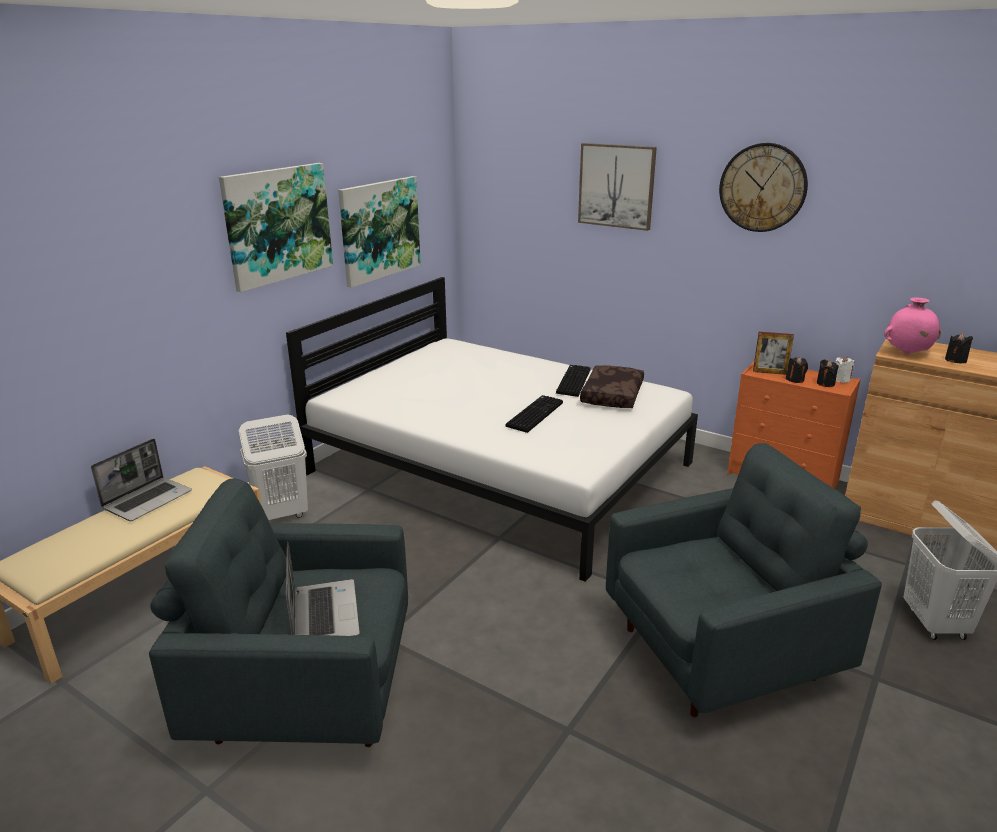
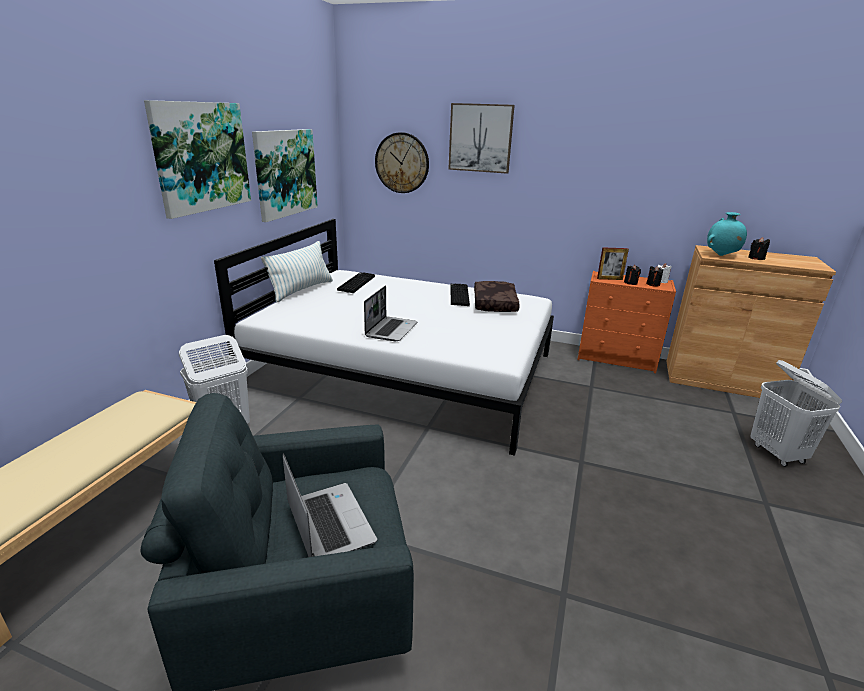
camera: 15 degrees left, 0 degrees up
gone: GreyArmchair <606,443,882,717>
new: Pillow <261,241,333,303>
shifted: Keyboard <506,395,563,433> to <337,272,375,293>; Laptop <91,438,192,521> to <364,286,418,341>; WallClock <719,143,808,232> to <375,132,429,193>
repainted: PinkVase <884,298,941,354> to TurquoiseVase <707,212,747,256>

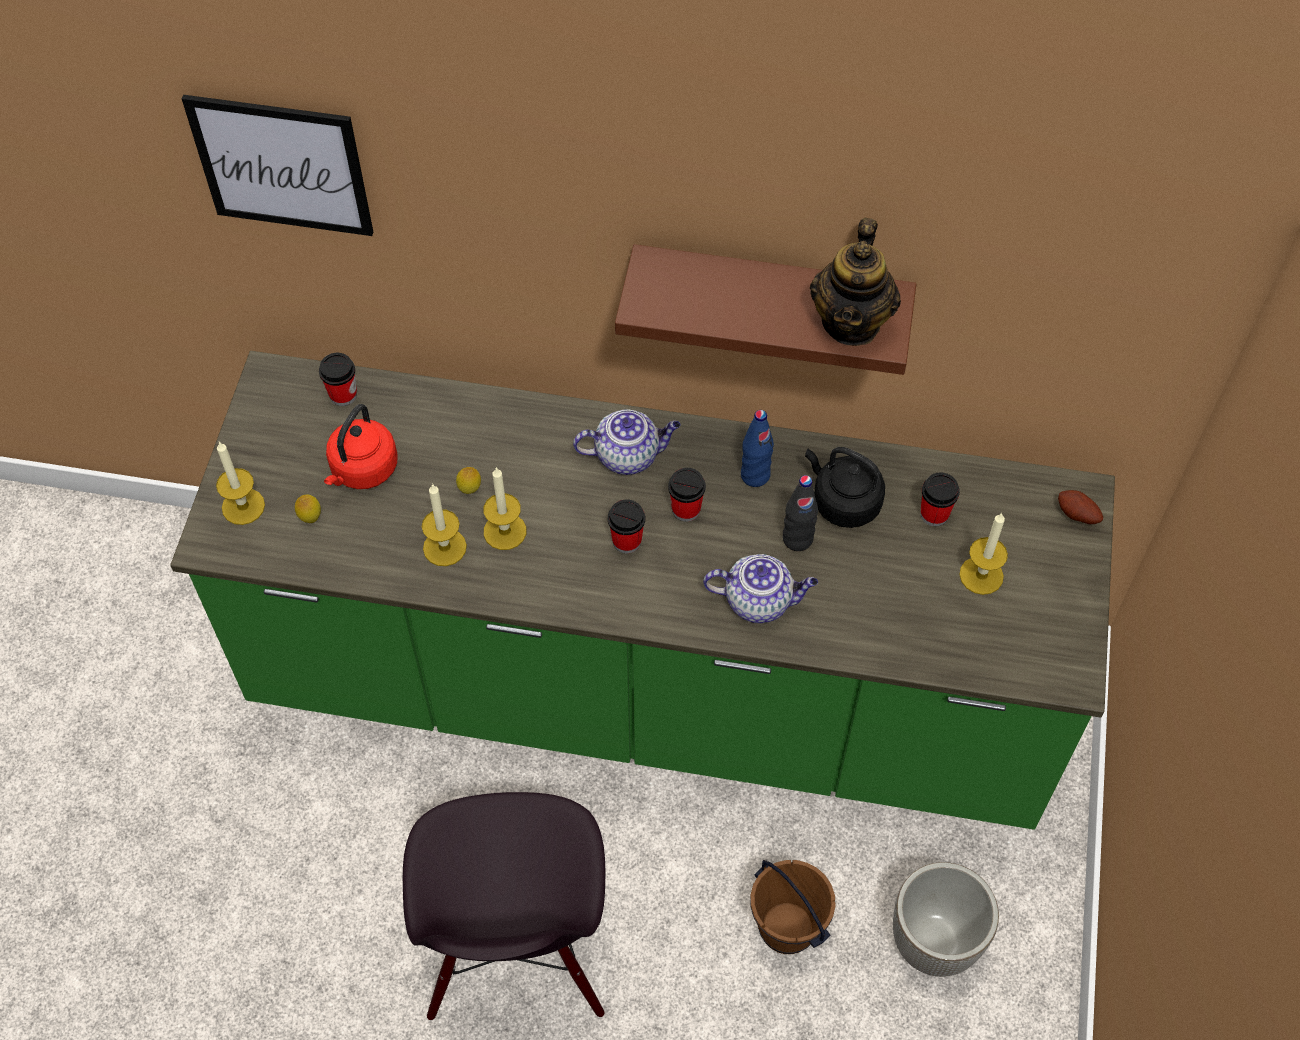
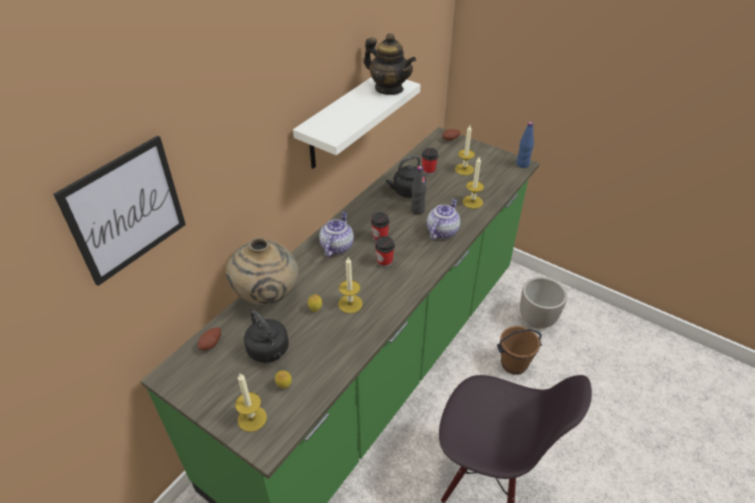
camera: 65 degrees left, 15 degrees down
new: BeigeVase <226,238,298,305>
shifted: Candle <422,483,467,566> to <463,157,484,209>; BlueBottle <741,410,774,487> to <516,122,534,168>
swapped: Cup <319,353,357,406> to Potato <198,327,221,350>
repainted: RedKettle <324,404,398,489> to BlackKettle <244,310,289,363>; BrownShelf <615,244,916,375> to WhiteShelf <293,77,421,169>

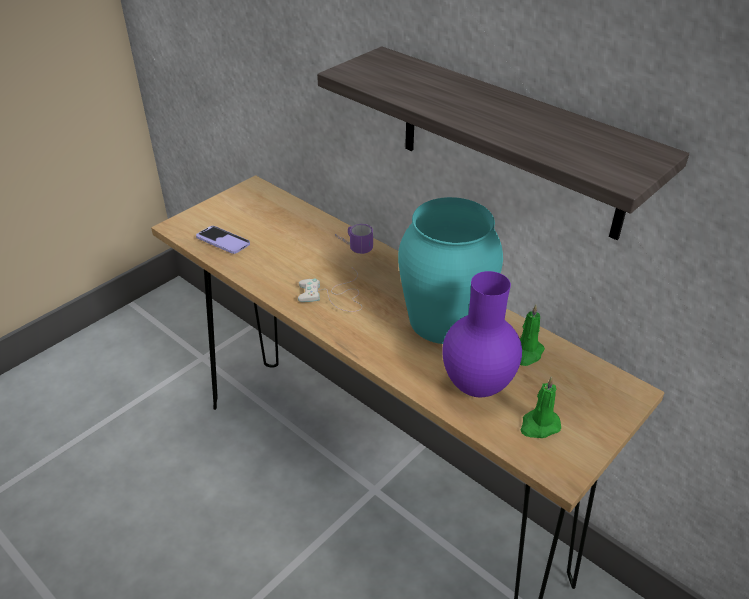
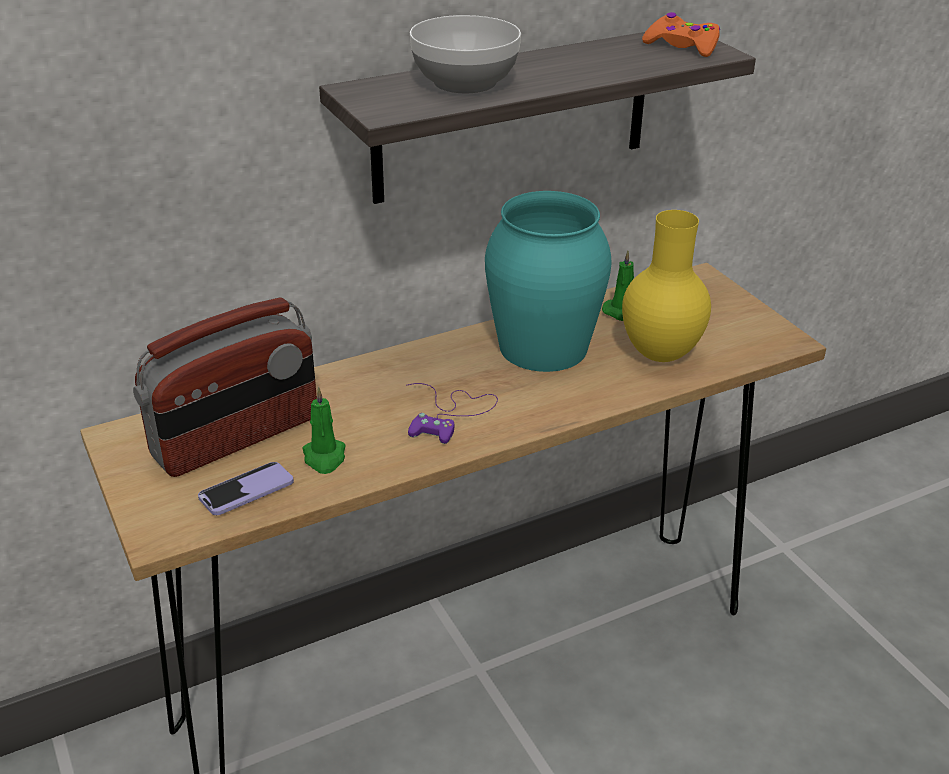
camera: 70 degrees left, 5 degrees down
gone: Mug <335,224,373,254>
new: Radio <133,298,317,477>; Bowl <410,15,521,93>; OrangeGameController <642,12,720,57>
shifted: GreenCandle <521,376,561,438> to <302,387,346,474>
repainted: WhiteGameController <298,268,362,312> to PurpleGameController <406,383,498,444>; PurpleVase <442,271,522,397> to YellowVase <622,210,711,362>

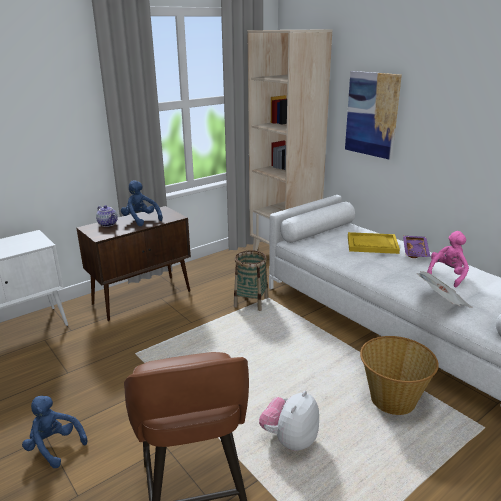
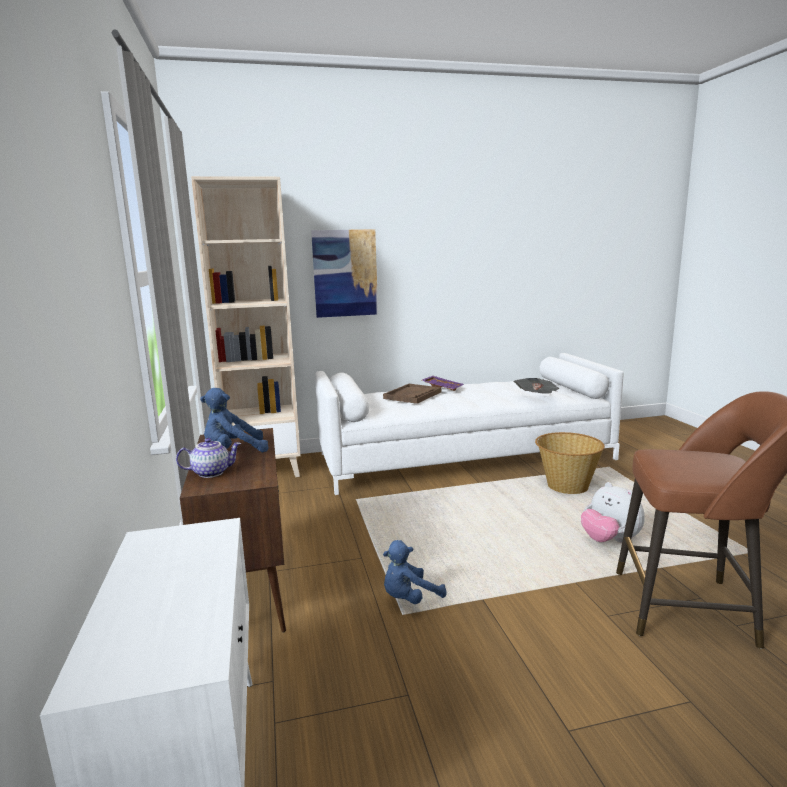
camera: 65 degrees left, 10 degrees down
gone: Basket <234,250,268,311>; PinkPlushToy <427,231,469,287>
shifted: BluePlushToy <22,396,87,468> to <383,540,447,604>
repainted: YellowTray <348,232,400,254> to BrownTray <383,384,441,404>

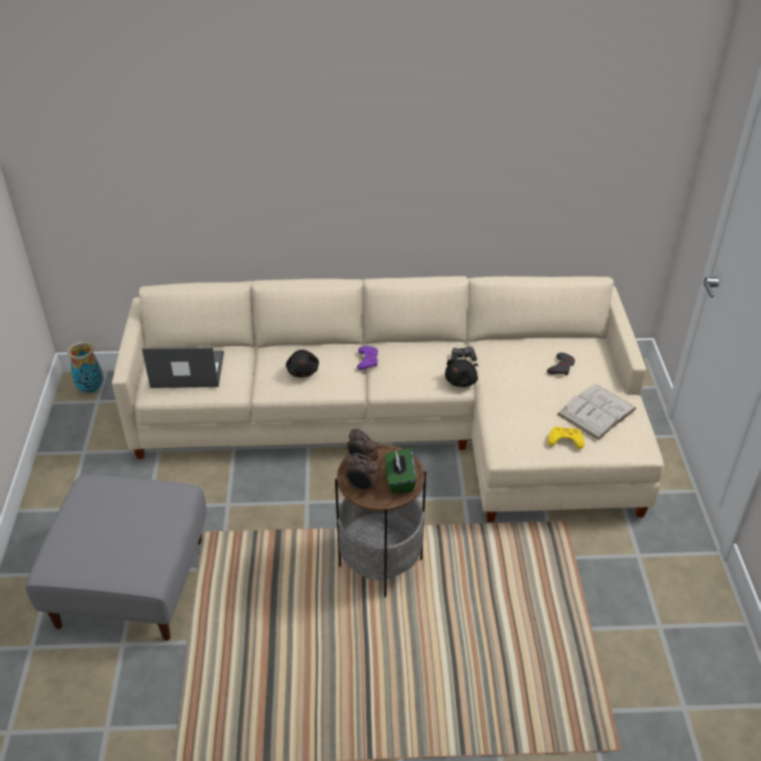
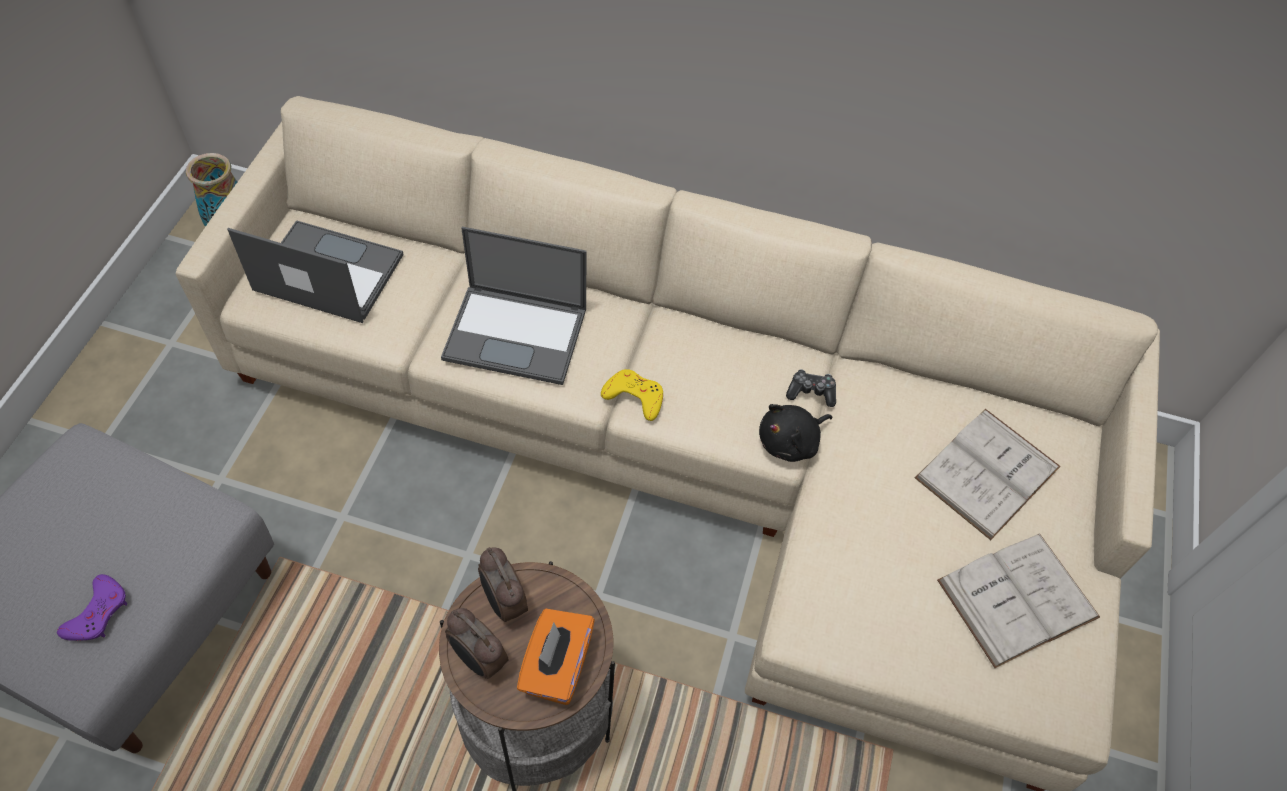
camera: 15 degrees right, 15 degrees up
shifted: PurpleGameController <357,346,378,370> to <57,574,128,641>; YellowGameController <548,427,584,449> to <601,369,663,421>
swapped: BlackPlushToy <286,350,319,377> to Laptop <441,227,586,385>; GreyGameController <547,353,575,375> to WhiteBook <915,409,1061,540>
repainted: GreenTissueBox <385,448,416,493> to OrangeTissueBox <517,609,595,705>

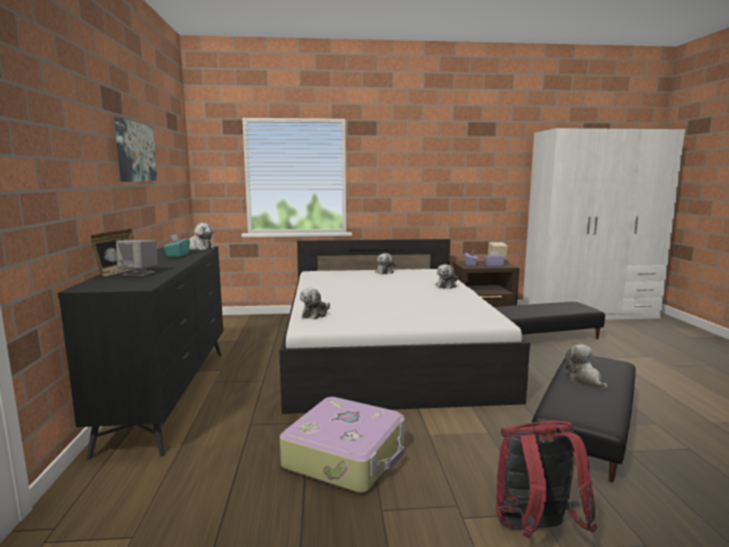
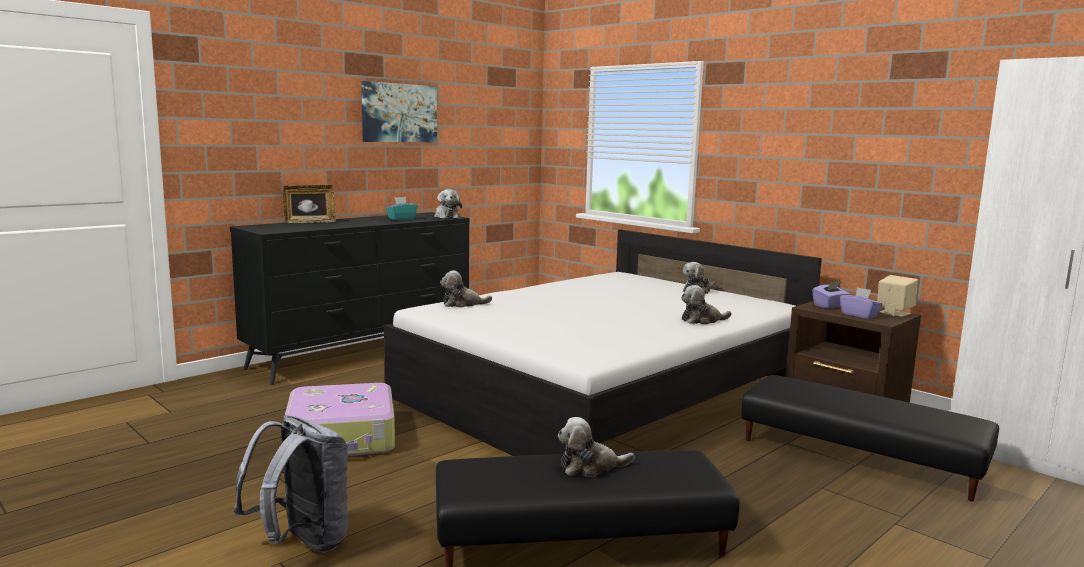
camera: 50 degrees right, 0 degrees up
gone: GreySpeaker <116,240,158,276>
repainted: RedBackpack <496,420,597,538> to GreyBackpack <234,415,349,552>
rotated: PlushToy <565,345,608,390> = <558,417,635,477> 135 degrees counterclockwise

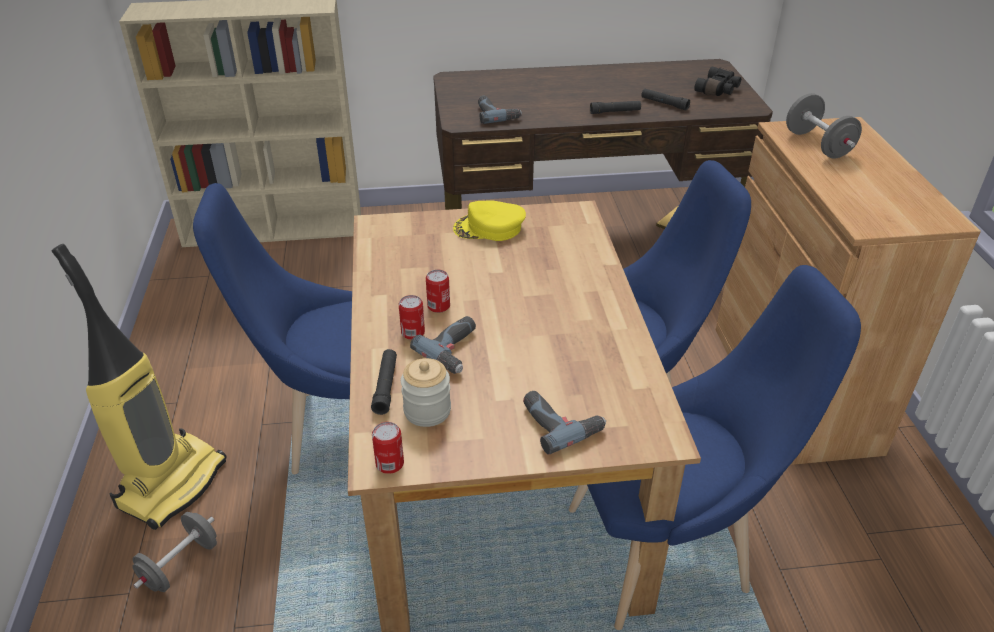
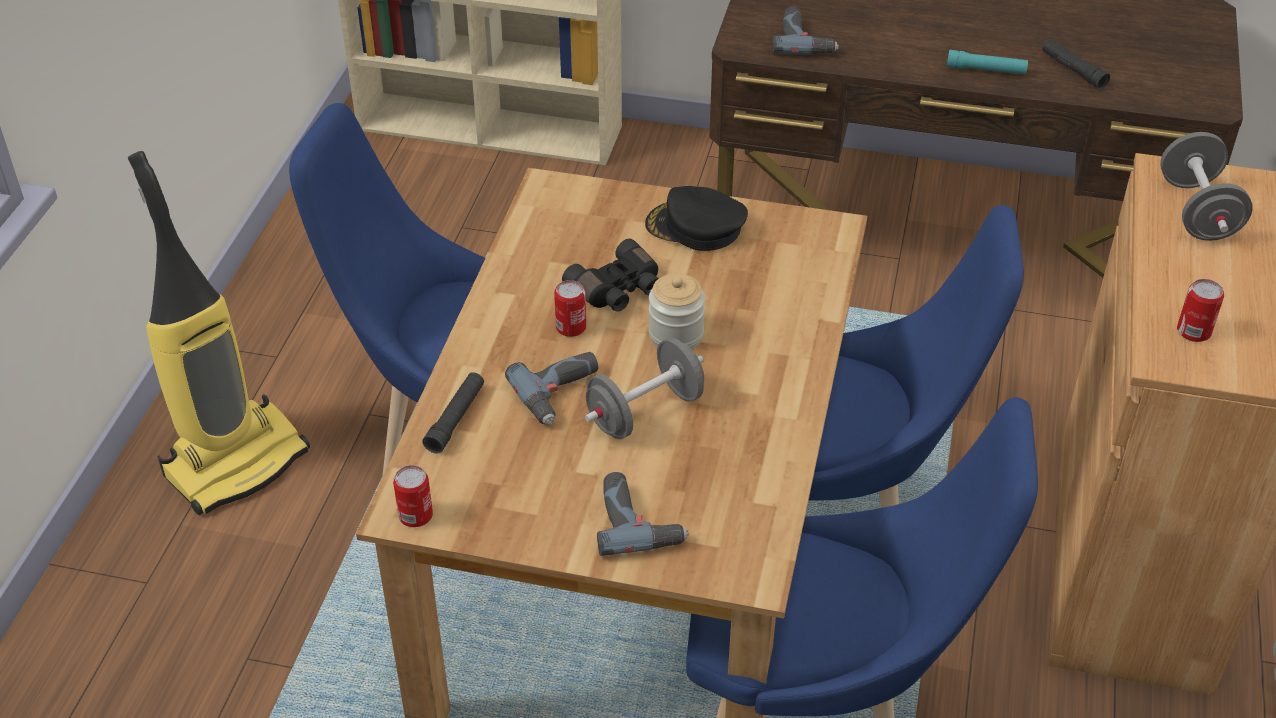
camera: 20 degrees right, 5 degrees up
shifted: BlackBinoculars <694,67,741,96> to <562,239,659,312>; GreyDumbbell <132,512,217,592> to <585,338,704,439>; Jar <401,358,451,427> to <649,273,705,349>; Can <399,295,425,340> to <1177,279,1224,342>
repainted: YellowCap <453,200,526,241> to BlackCap <645,186,748,251>; BlackFlashlight <590,101,641,114> to TurquoiseFlashlight <947,50,1028,75>

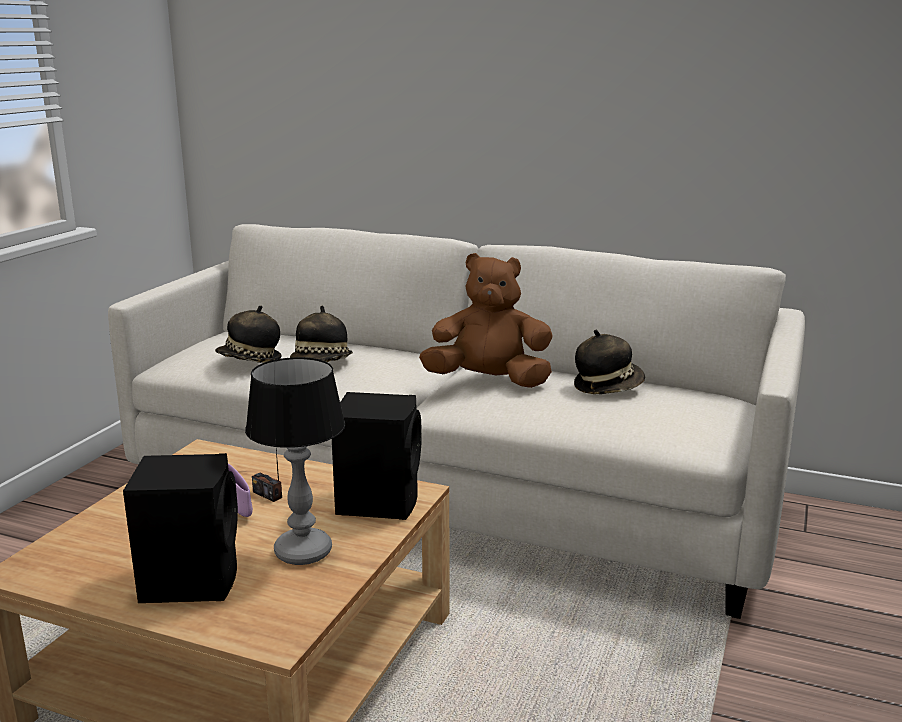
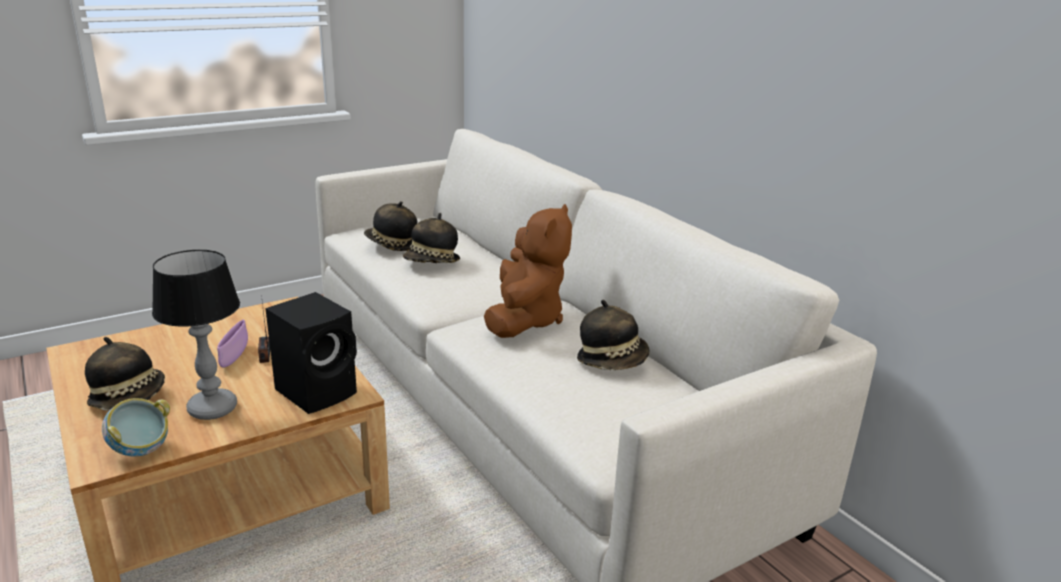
camera: 35 degrees right, 5 degrees up
new: Bowl <102,398,170,456>
swapped: BlackSpeaker <123,453,238,603> to Hat <85,337,165,410>
rotated: BrownPlushToy <419,253,553,388> = <484,204,572,338> 60 degrees clockwise

